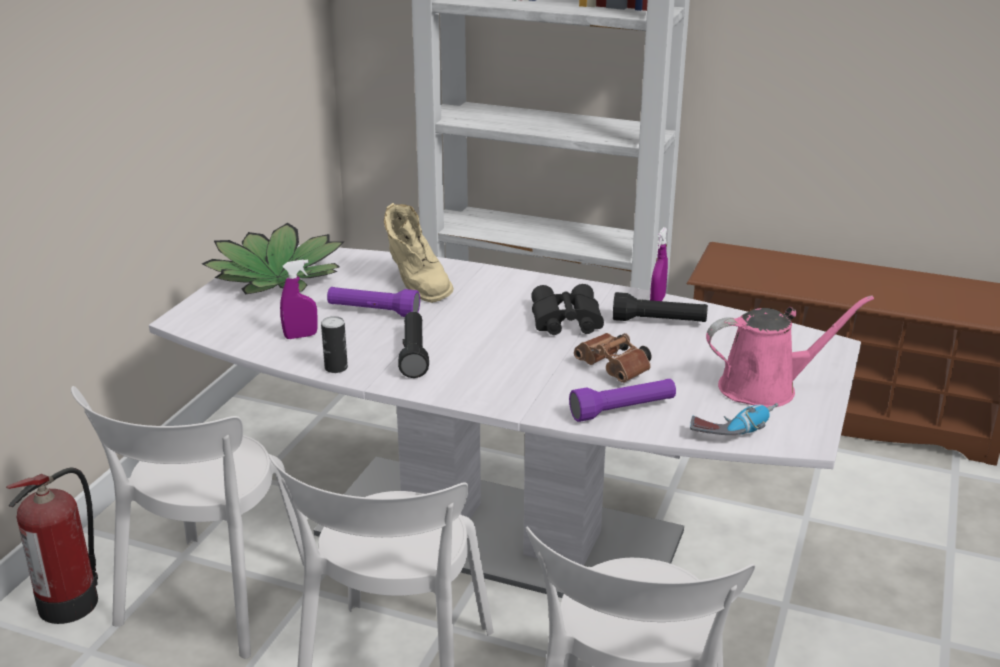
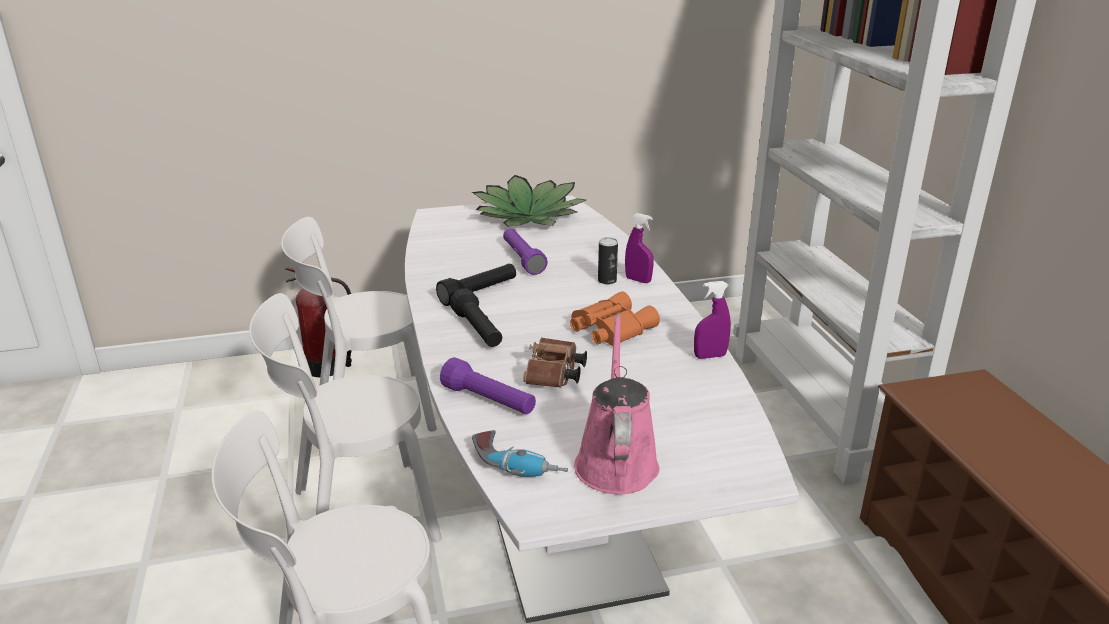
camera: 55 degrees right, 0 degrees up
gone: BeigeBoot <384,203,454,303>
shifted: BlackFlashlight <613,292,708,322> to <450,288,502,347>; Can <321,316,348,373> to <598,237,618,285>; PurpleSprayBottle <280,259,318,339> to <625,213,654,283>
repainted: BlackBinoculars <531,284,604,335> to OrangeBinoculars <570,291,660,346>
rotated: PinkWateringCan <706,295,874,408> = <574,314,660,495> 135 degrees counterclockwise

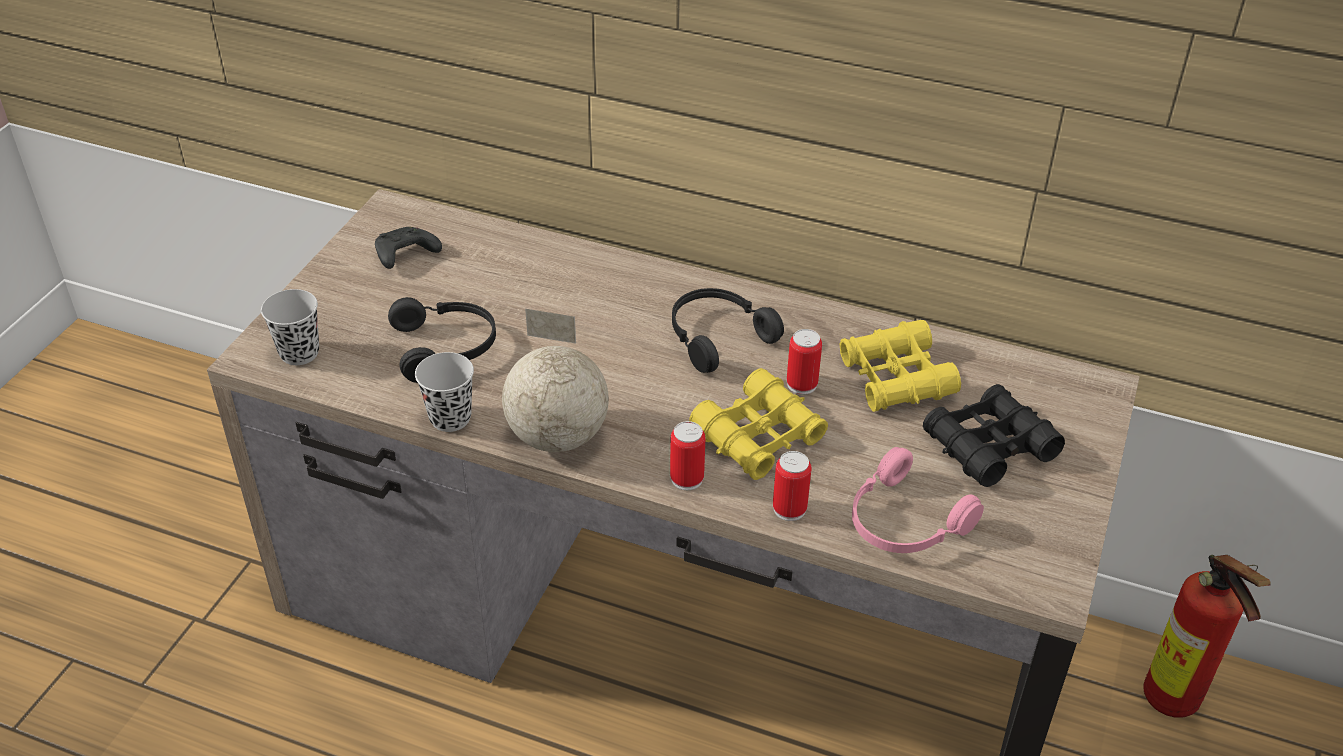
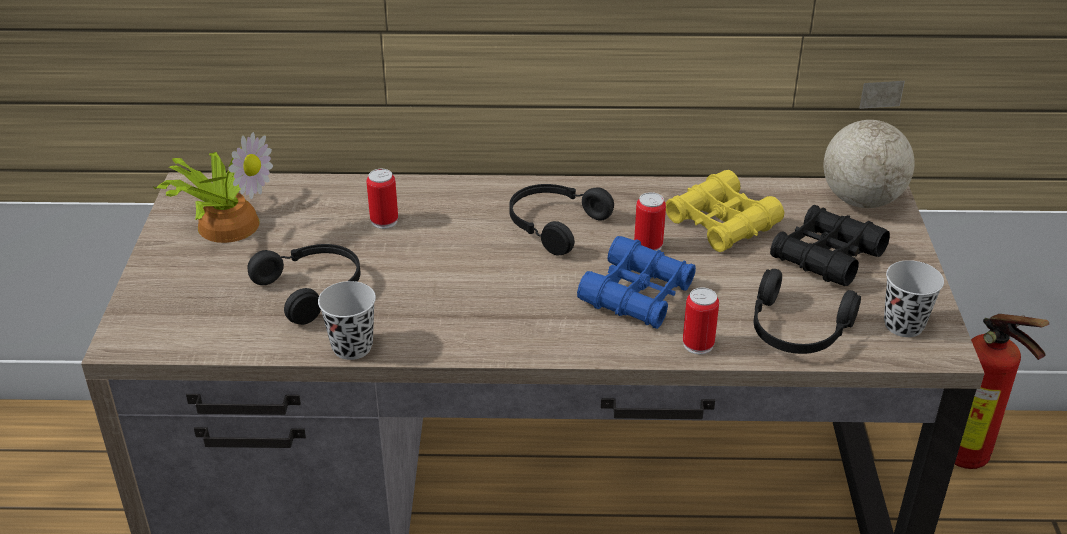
camera: 20 degrees left, 5 degrees down
shifted: Can <670,421,705,490> to <367,169,398,229>; Globe <502,309,609,452> to <824,81,915,208>; BlackCup <261,289,319,365> to <884,260,944,337>
swapped: BlackGameController <375,227,442,269> to PottedPlant <154,132,273,243>
repainted: YellowBinoculars <689,368,828,480> to BlueBinoculars <577,236,696,329>; PinkHeadphones <852,447,984,553> to BlackHeadphones <754,269,861,354>

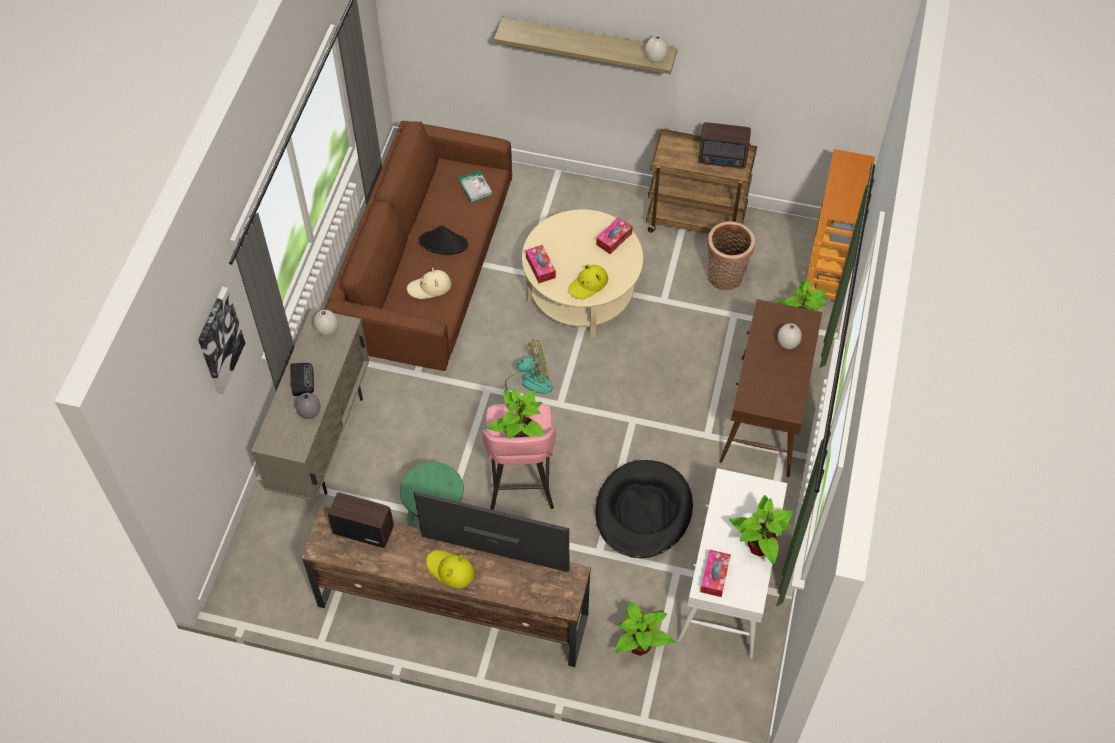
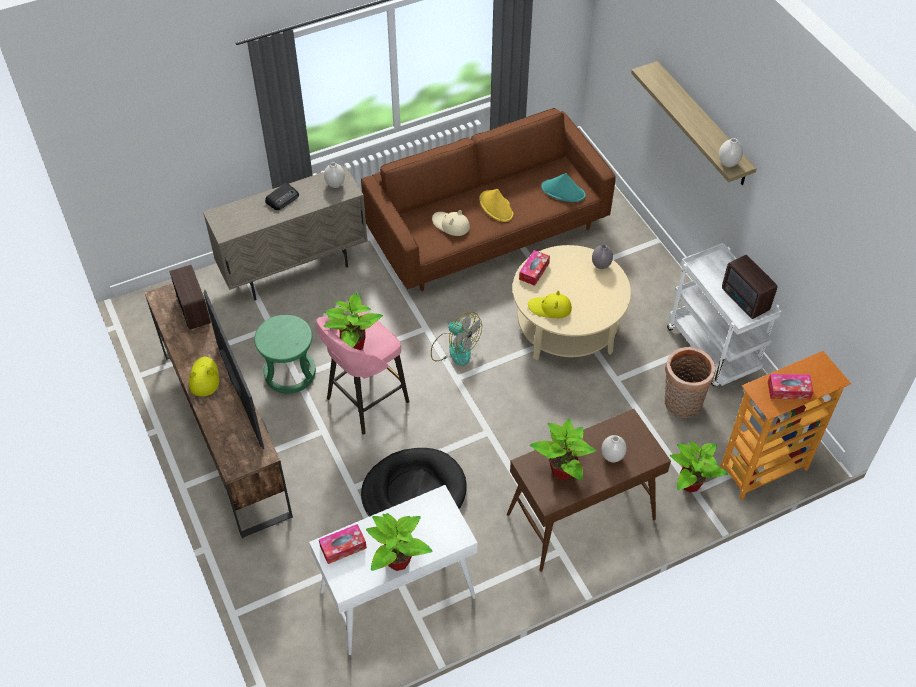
camera: 50 degrees right, 5 degrees down
gone: Picture <198,287,245,394>
shifted: PottedPlant <615,601,675,656> to <530,418,596,481>; GreyVase <296,393,320,419> to <592,245,613,269>; TissueBox <596,217,633,254> to <768,374,814,399>
swapped: Book <458,170,493,203> to TurquoiseHat <541,173,586,202>
repainted: BlackHat <419,225,468,255> to YellowHat <479,189,513,222>; BrownCart <646,128,757,234> to WhiteCart <667,243,781,386>

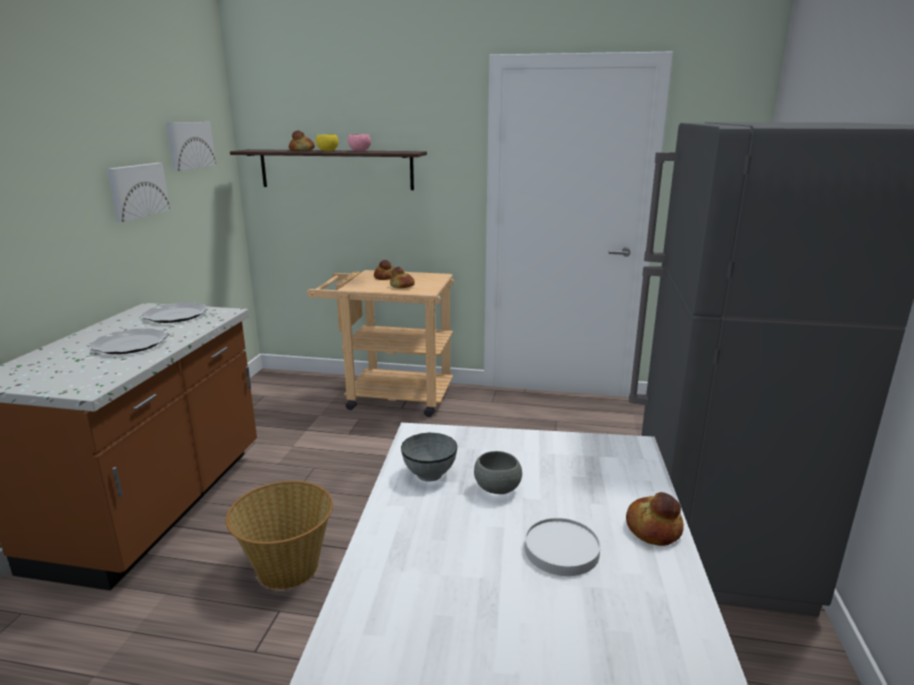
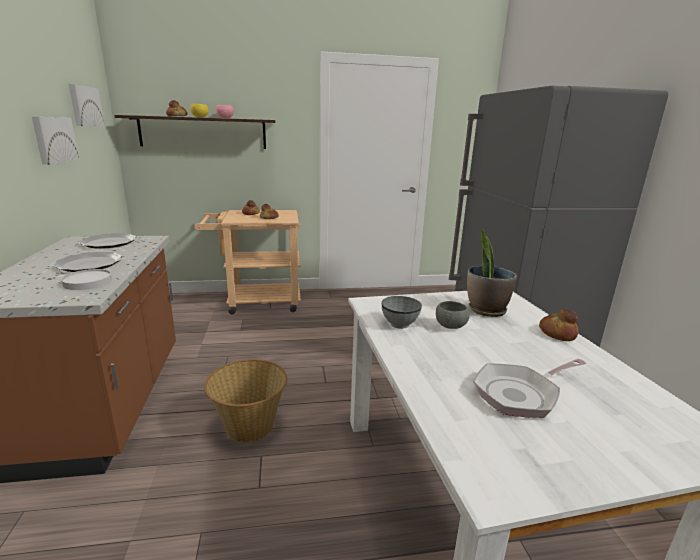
camera: 20 degrees left, 0 degrees up
new: PottedPlant <467,229,517,317>; FryingPan <473,359,586,418>
shifted: WhitePlate <525,518,601,576> to <61,269,112,290>

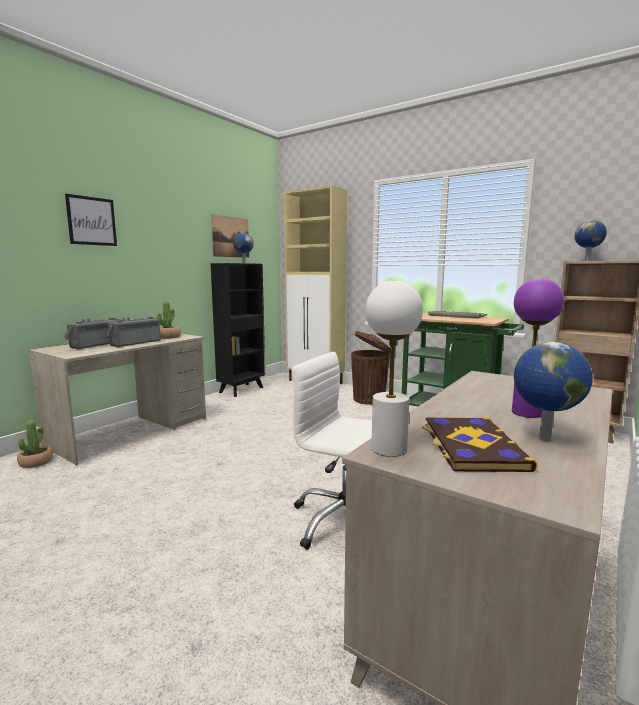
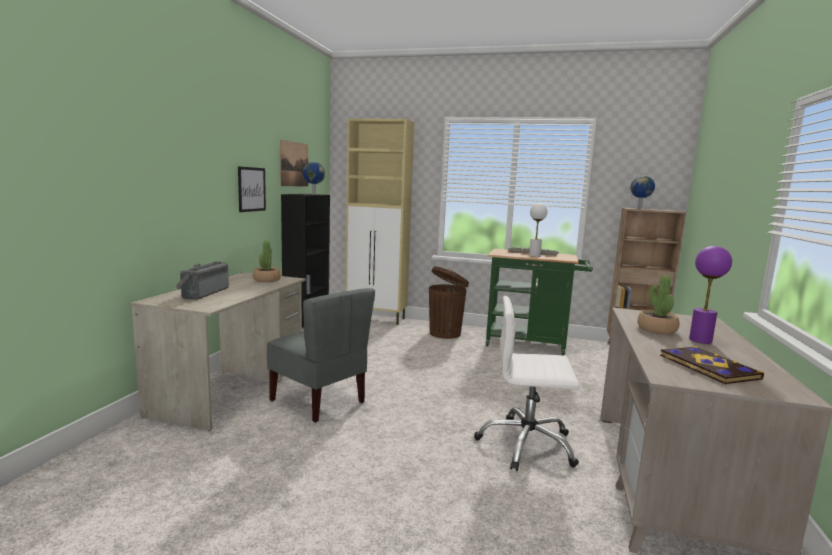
camera: 20 degrees left, 0 degrees up
gone: Radio <106,317,161,347>; Globe <514,342,593,442>
new: GreyChair <267,288,375,423>
shifted: Picture <65,194,117,246> to <238,166,266,212>; WhiteTableLamp <365,280,423,457> to <529,203,548,257>; PottedPlant <17,420,53,468> to <637,275,679,334>

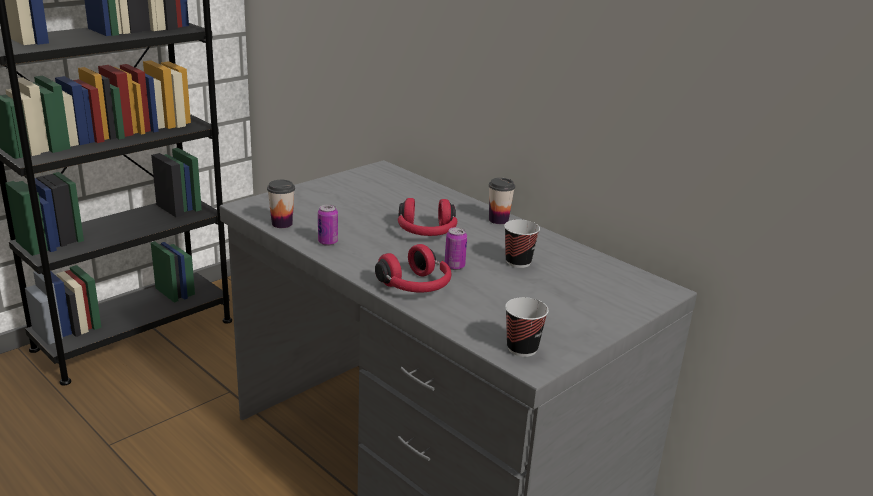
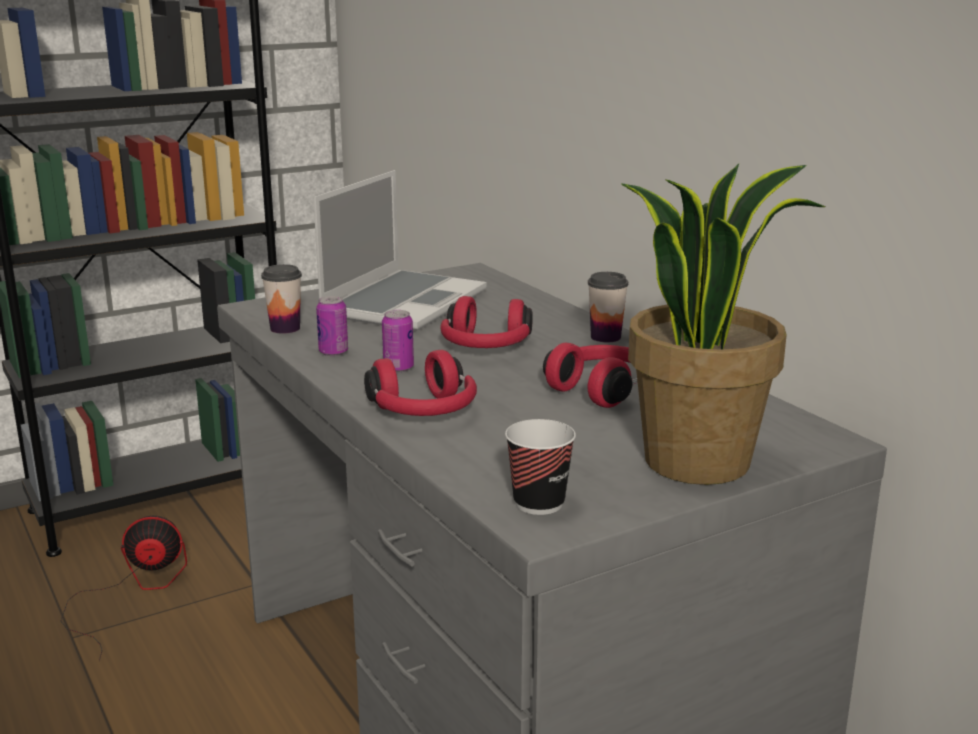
camera: 15 degrees right, 5 degrees down
new: Fan <61,516,187,661>; Laptop <313,170,487,331>; PottedPlant <621,164,825,485>
shifted: Can <445,227,467,270> to <382,310,414,372>
swapped: Cup <504,219,540,268> to RedHeadphones <543,343,638,408>

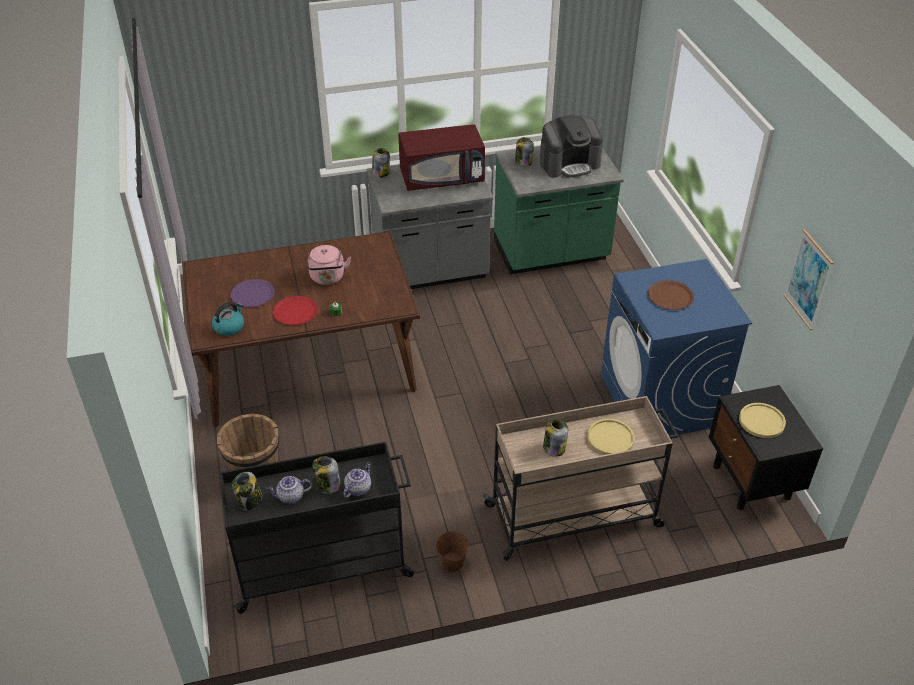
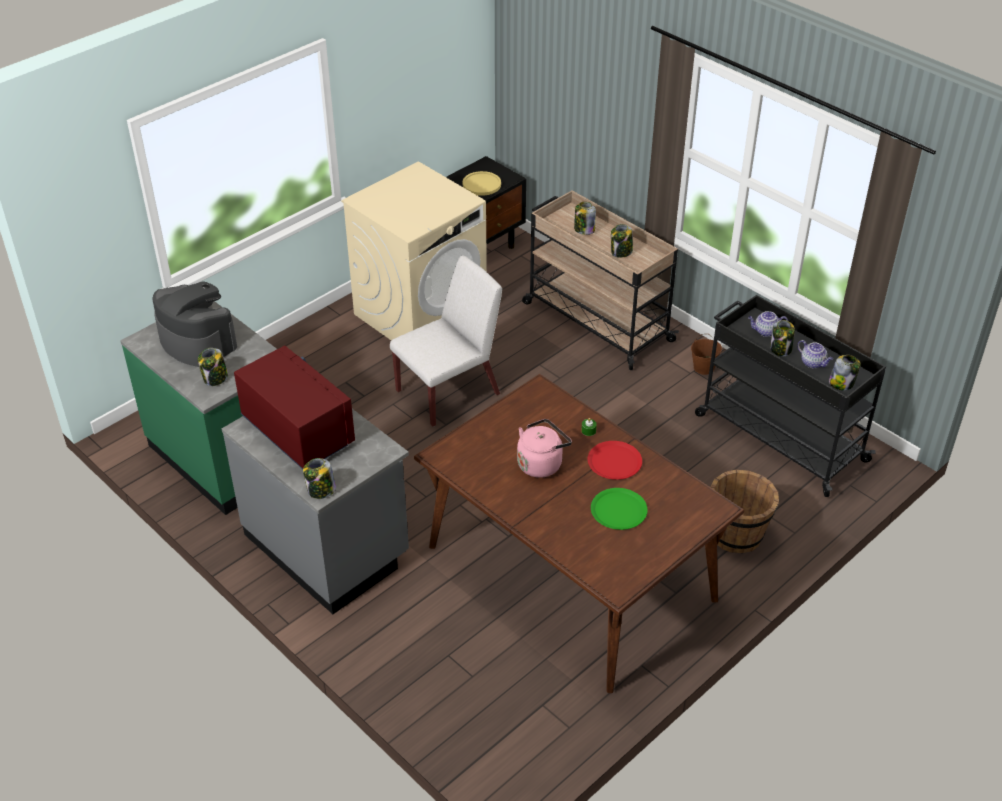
camera: 120 degrees left, 0 degrees up
gone: Kettle <212,302,244,336>; BrownPlate <648,280,694,310>; Picture <784,229,833,330>
new: WhiteChair <390,255,502,427>
swapped: YellowPlate <587,419,635,455> to Jar <574,202,596,235>
repainted: BlueWashingMachine <601,259,752,436> to BeigeWashingMachine <341,161,487,340>; PurplePlate <231,279,275,307> to GreenPlate <591,488,648,530>

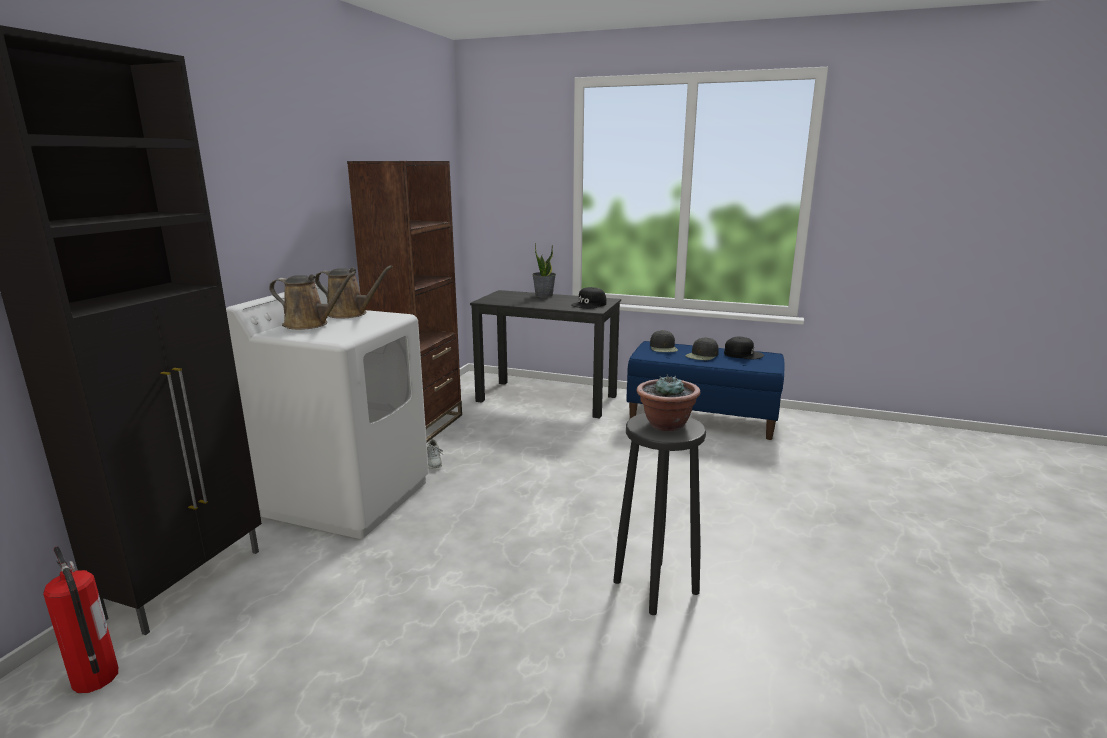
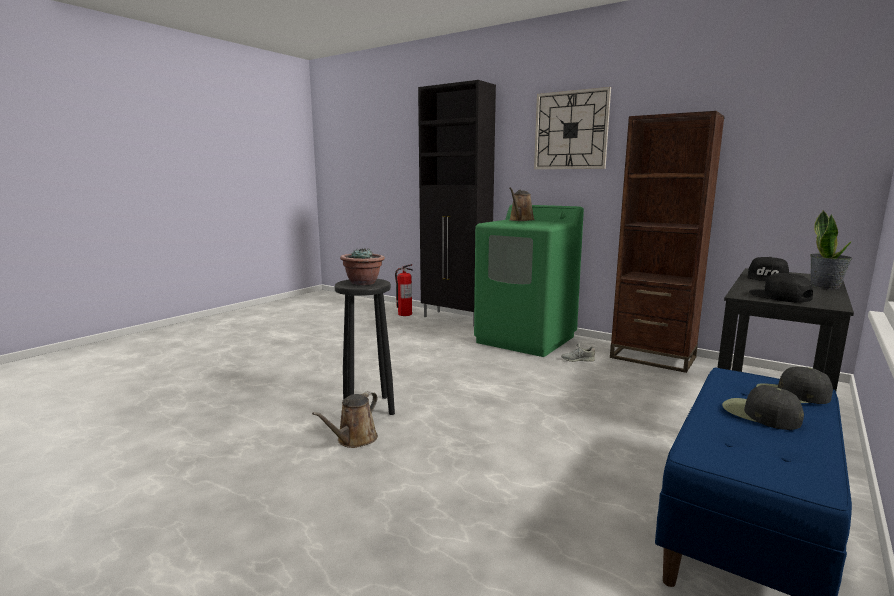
camera: 105 degrees right, 5 degrees down
new: WallClock <534,87,611,169>
shifted: BrownWateringCan <315,265,393,319> to <312,391,378,448>; BlackCap <724,337,764,359> to <747,257,789,281>
repainted: WhiteWashingMachine <226,284,429,539> to GreenWashingMachine <474,205,584,357>

